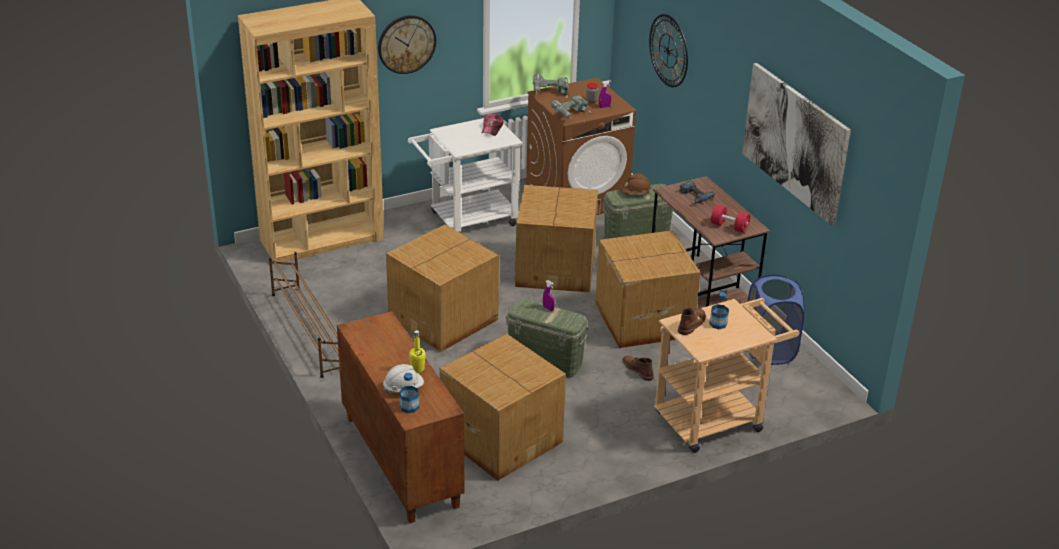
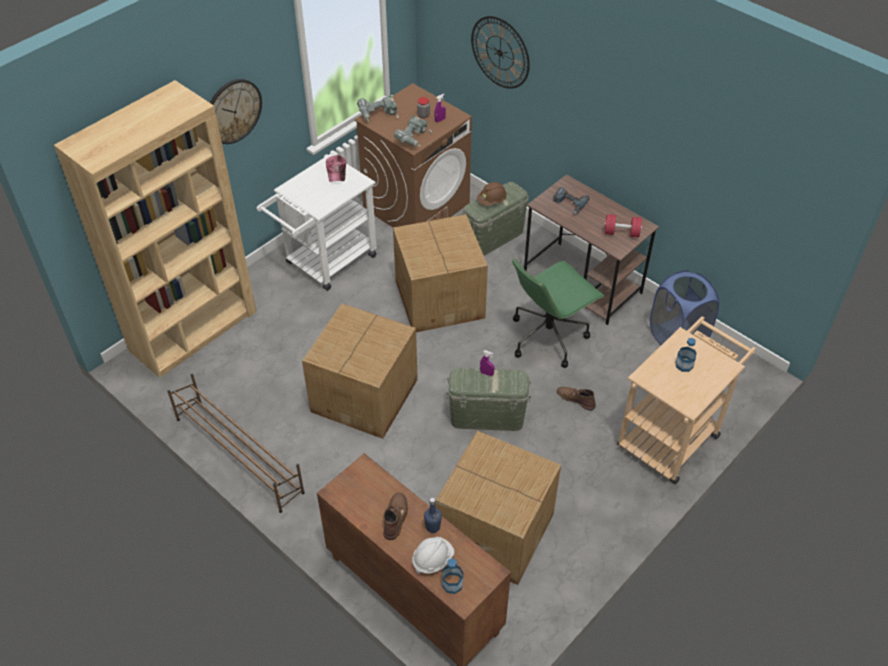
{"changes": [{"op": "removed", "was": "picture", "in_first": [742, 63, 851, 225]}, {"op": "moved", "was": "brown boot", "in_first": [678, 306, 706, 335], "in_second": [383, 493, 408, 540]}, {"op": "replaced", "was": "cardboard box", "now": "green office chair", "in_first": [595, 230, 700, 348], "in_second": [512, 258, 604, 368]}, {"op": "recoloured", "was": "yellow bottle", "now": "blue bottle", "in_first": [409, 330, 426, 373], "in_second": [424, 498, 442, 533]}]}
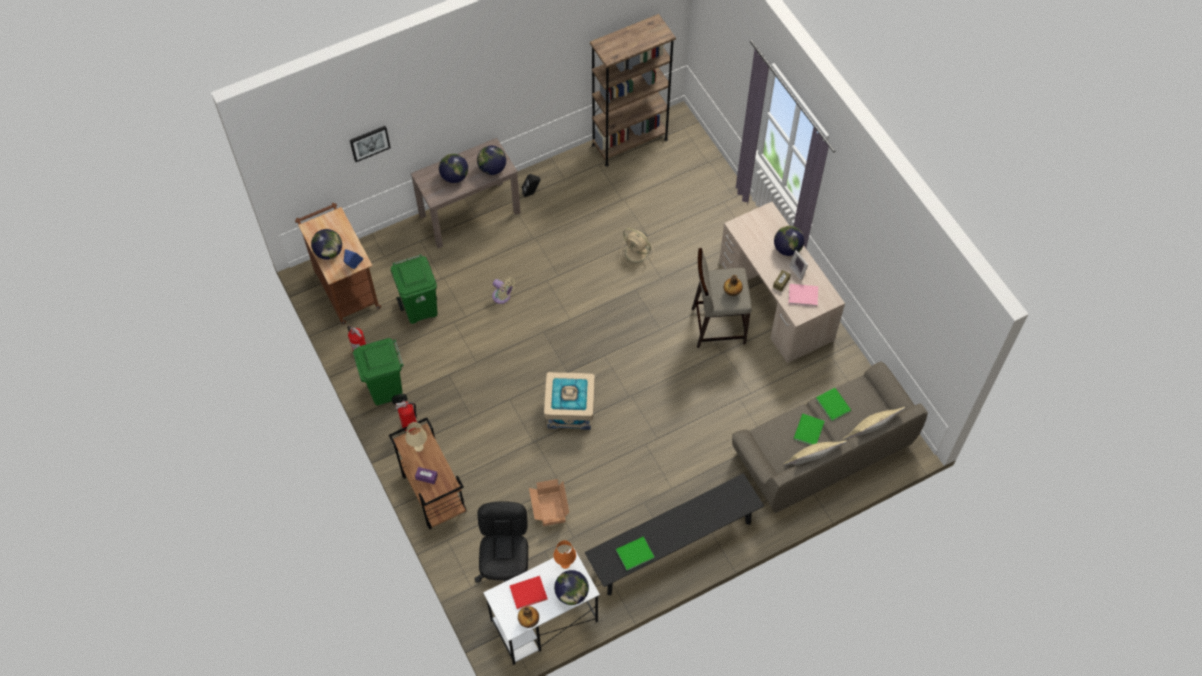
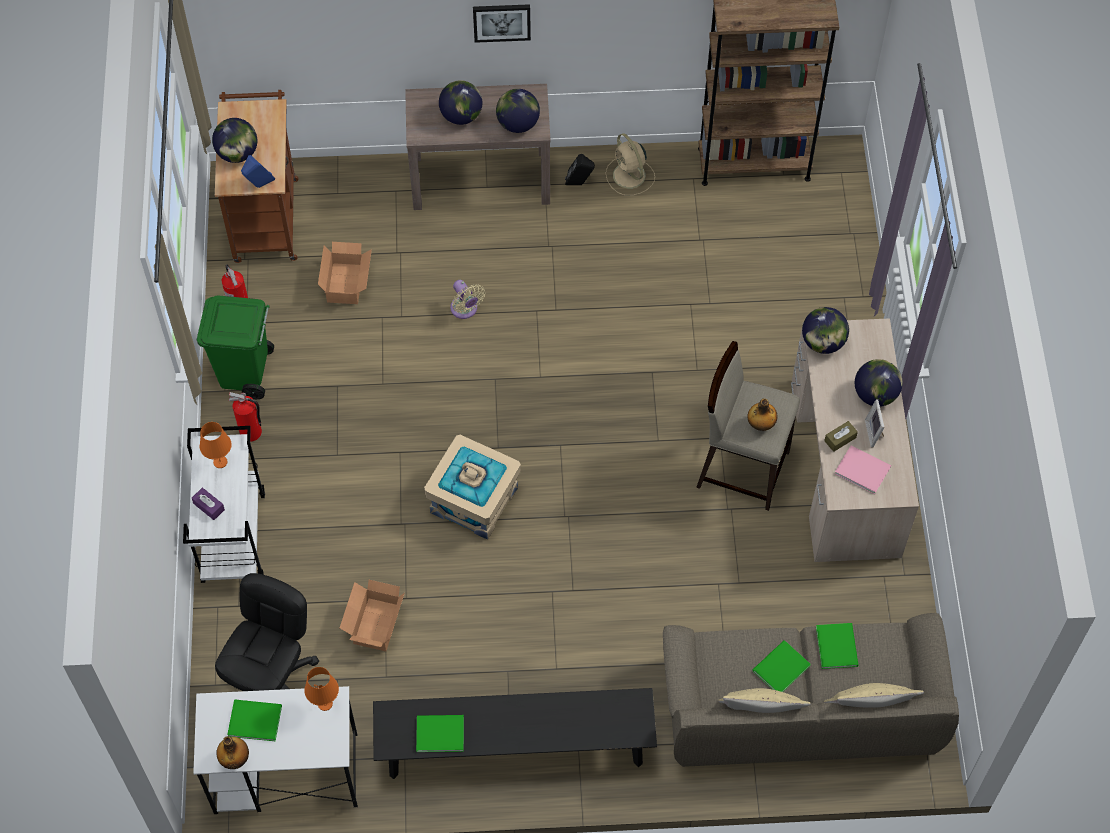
{"changes": [{"op": "moved", "was": "picture", "in_first": [350, 126, 391, 162], "in_second": [473, 4, 531, 43]}, {"op": "moved", "was": "globe", "in_first": [554, 570, 589, 605], "in_second": [802, 307, 849, 354]}, {"op": "moved", "was": "beige fan", "in_first": [620, 228, 654, 267], "in_second": [605, 133, 655, 196]}, {"op": "replaced", "was": "green trash can", "now": "cardboard box", "in_first": [391, 254, 438, 324], "in_second": [318, 242, 372, 304]}, {"op": "recoloured", "was": "brown cart", "now": "white cart", "in_first": [389, 417, 467, 529], "in_second": [183, 426, 265, 583]}, {"op": "recoloured", "was": "beige table lamp", "now": "orange table lamp", "in_first": [406, 422, 427, 452], "in_second": [200, 422, 232, 468]}, {"op": "recoloured", "was": "red book", "now": "green book", "in_first": [510, 576, 548, 609], "in_second": [227, 699, 282, 742]}]}
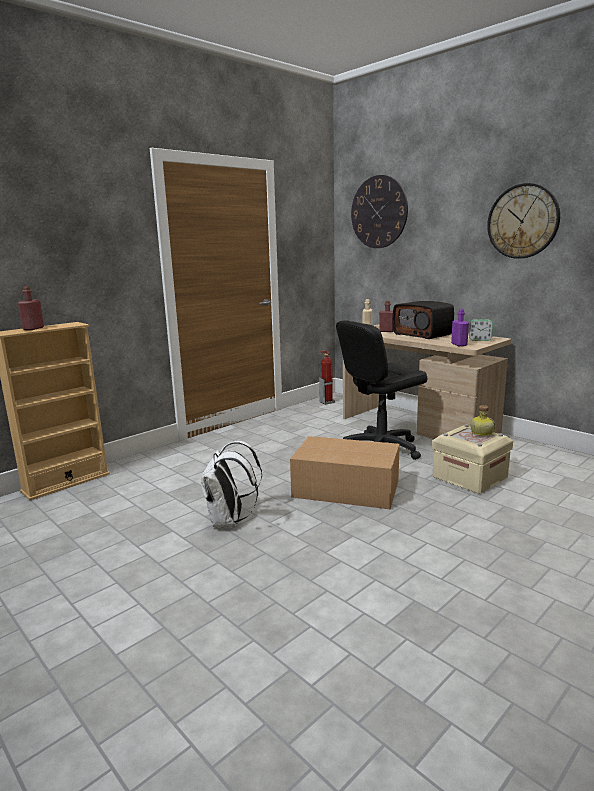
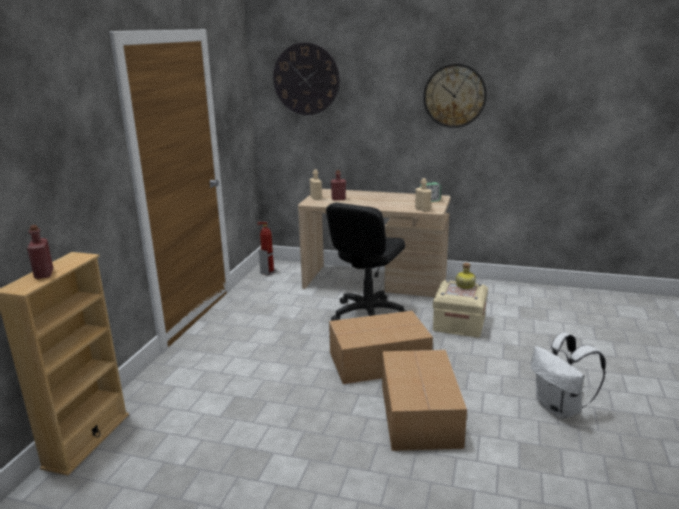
{"changes": [{"op": "removed", "was": "radio", "in_first": [393, 301, 454, 339]}, {"op": "added", "now": "cardboard box", "in_second": [382, 350, 467, 451]}, {"op": "moved", "was": "white backpack", "in_first": [201, 441, 262, 527], "in_second": [531, 332, 606, 419]}, {"op": "recoloured", "was": "purple bottle", "now": "beige bottle", "in_first": [451, 309, 469, 346], "in_second": [415, 178, 432, 212]}]}
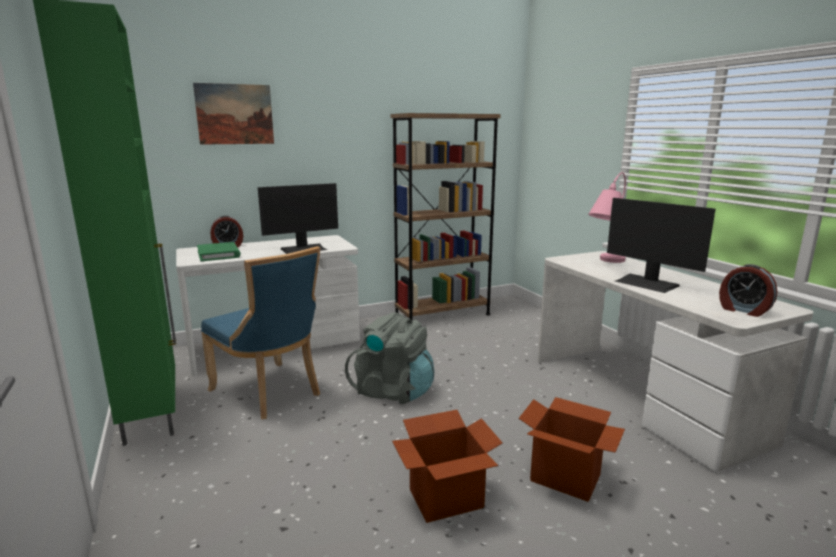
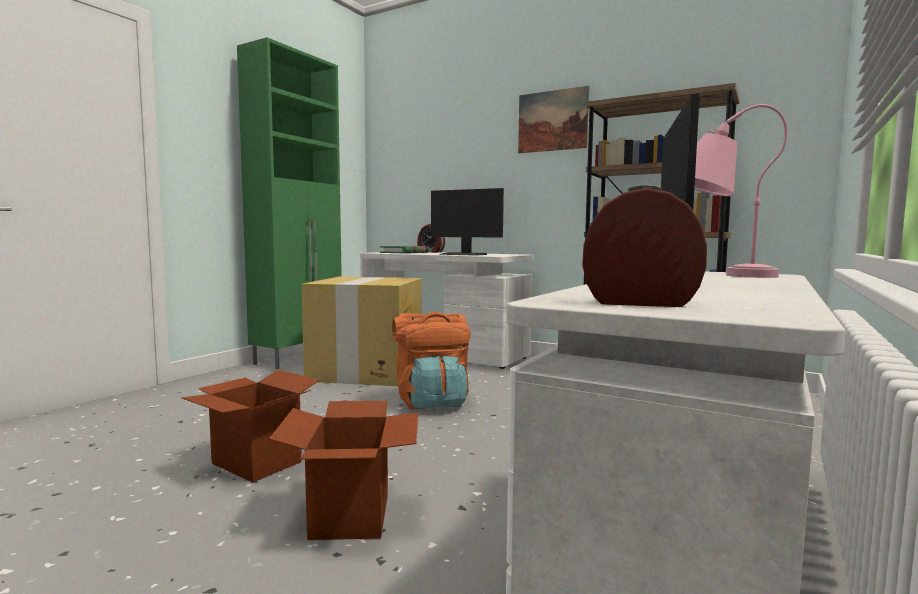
{"changes": [{"op": "moved", "was": "picture", "in_first": [193, 83, 274, 145], "in_second": [518, 86, 589, 153]}, {"op": "replaced", "was": "blue chair", "now": "cardboard box", "in_first": [201, 246, 320, 419], "in_second": [302, 277, 422, 386]}, {"op": "recoloured", "was": "grey backpack", "now": "orange backpack", "in_first": [345, 313, 434, 404], "in_second": [392, 312, 471, 410]}, {"op": "turned", "was": "alarm clock", "in_first": [719, 264, 778, 317], "in_second": [582, 185, 707, 307], "clockwise": 90}]}
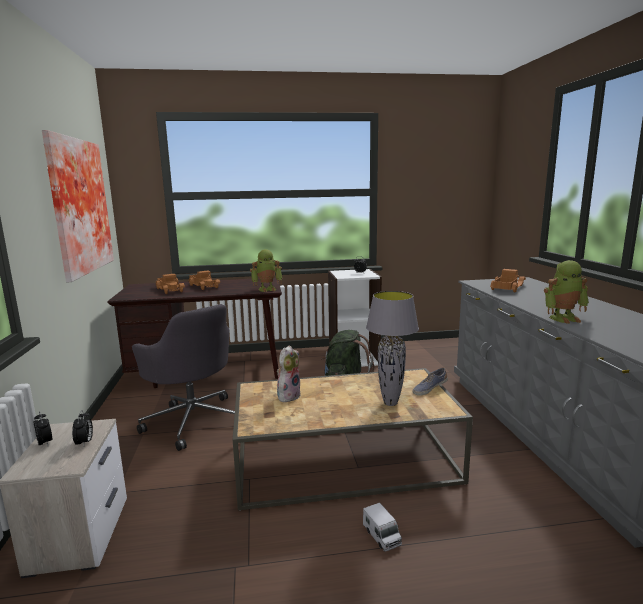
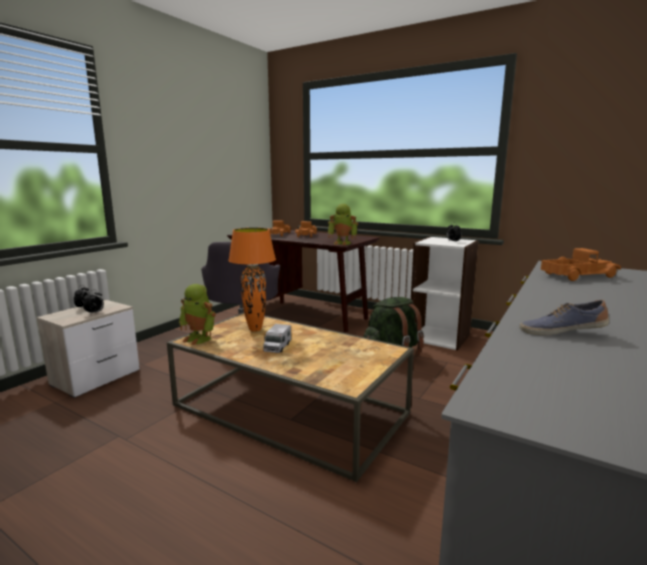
{"changes": [{"op": "removed", "was": "picture", "in_first": [42, 130, 114, 282]}, {"op": "removed", "was": "grey table lamp", "in_first": [366, 291, 419, 406]}, {"op": "moved", "was": "toy truck", "in_first": [363, 503, 402, 552], "in_second": [263, 324, 291, 353]}, {"op": "moved", "was": "shoe", "in_first": [412, 367, 448, 396], "in_second": [519, 300, 609, 335]}, {"op": "moved", "was": "toy robot", "in_first": [544, 260, 589, 324], "in_second": [179, 284, 216, 345]}, {"op": "replaced", "was": "plush toy", "now": "orange table lamp", "in_first": [277, 345, 301, 402], "in_second": [228, 228, 276, 332]}]}
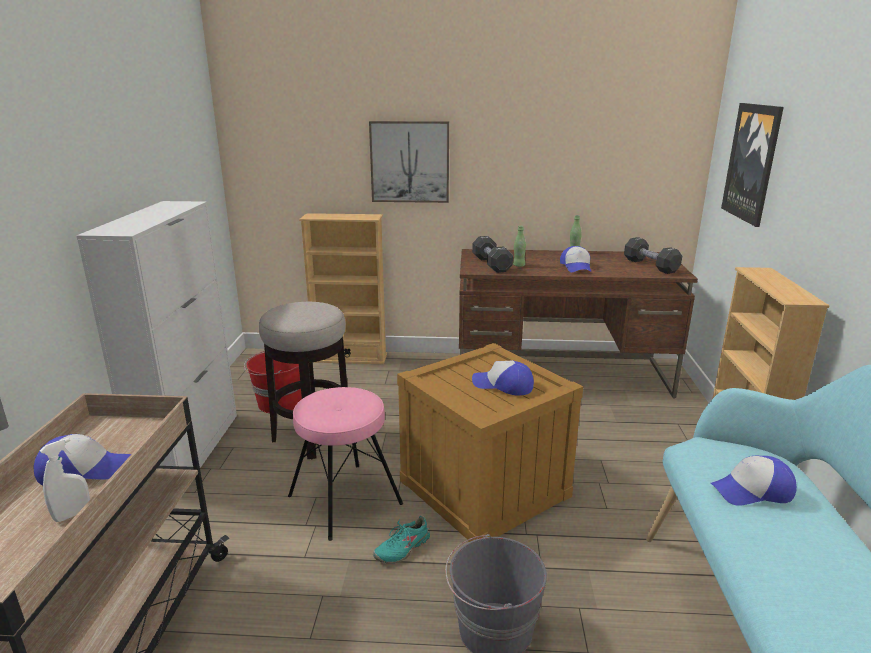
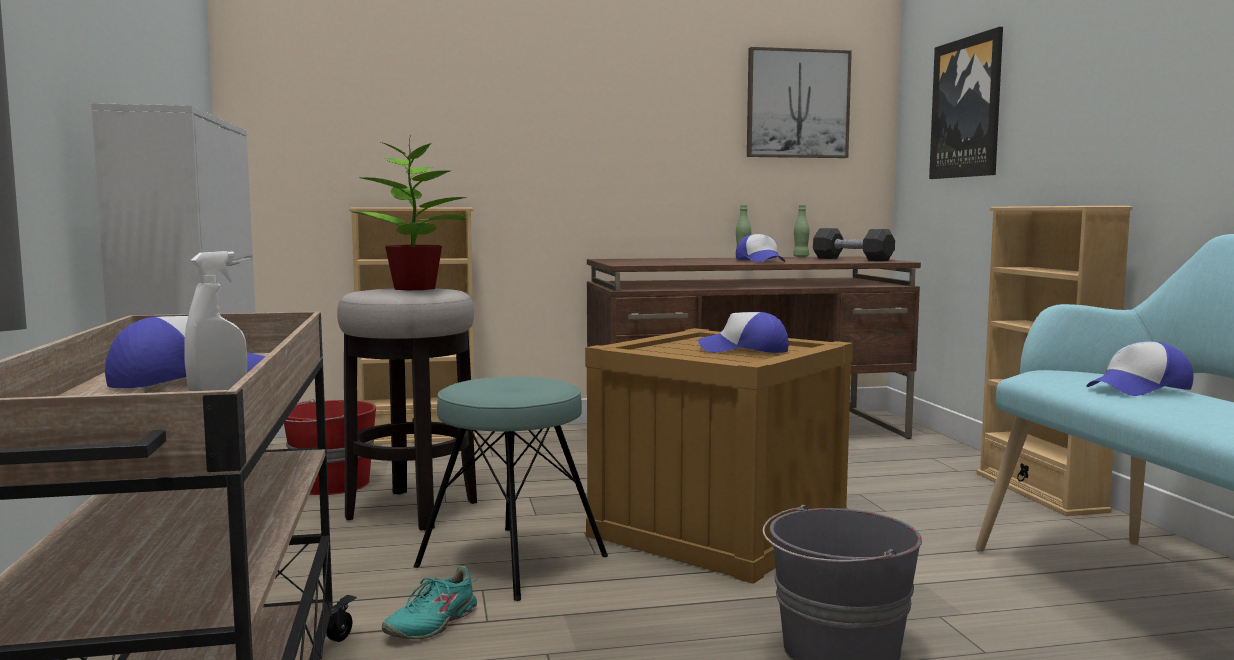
{"changes": [{"op": "removed", "was": "black dumbbell", "in_first": [472, 236, 513, 273]}, {"op": "added", "now": "potted plant", "in_second": [353, 138, 467, 290]}, {"op": "moved", "was": "picture", "in_first": [369, 121, 449, 203], "in_second": [747, 47, 852, 158]}, {"op": "moved", "was": "turquoise shoe", "in_first": [373, 516, 430, 563], "in_second": [382, 566, 477, 639]}, {"op": "moved", "was": "green bottle", "in_first": [513, 226, 526, 267], "in_second": [793, 205, 809, 257]}, {"op": "recoloured", "was": "pink stool", "now": "turquoise stool", "in_first": [288, 387, 403, 541], "in_second": [413, 376, 608, 601]}]}
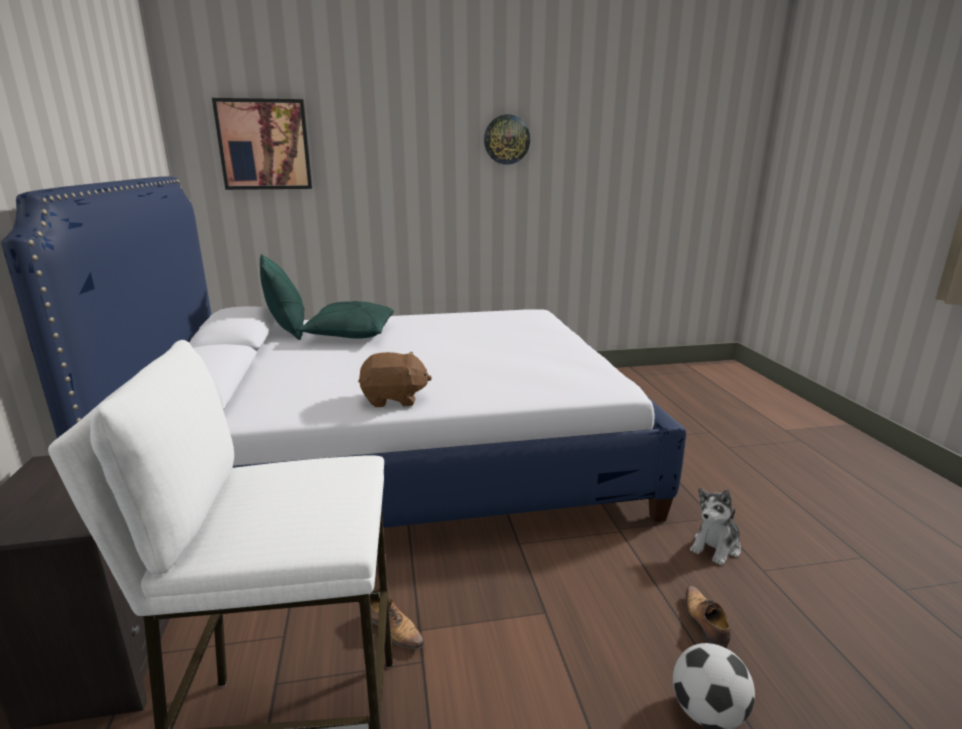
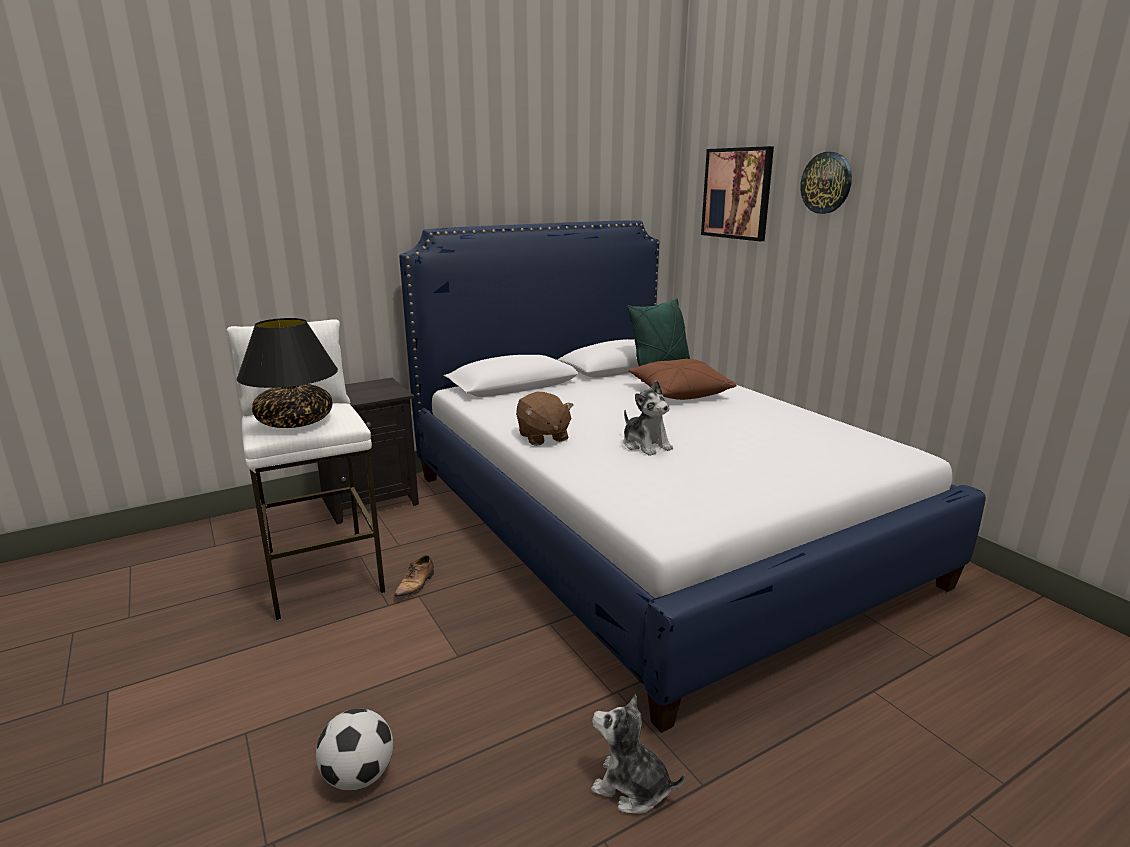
{"changes": [{"op": "removed", "was": "shoe", "in_first": [686, 586, 731, 648]}, {"op": "added", "now": "black table lamp", "in_second": [236, 318, 338, 428]}, {"op": "added", "now": "plush toy", "in_second": [624, 380, 673, 456]}, {"op": "moved", "was": "wall clock", "in_first": [484, 114, 530, 165], "in_second": [800, 152, 852, 214]}, {"op": "recoloured", "was": "green pillow", "now": "brown pillow", "in_first": [298, 301, 394, 339], "in_second": [628, 358, 737, 400]}]}
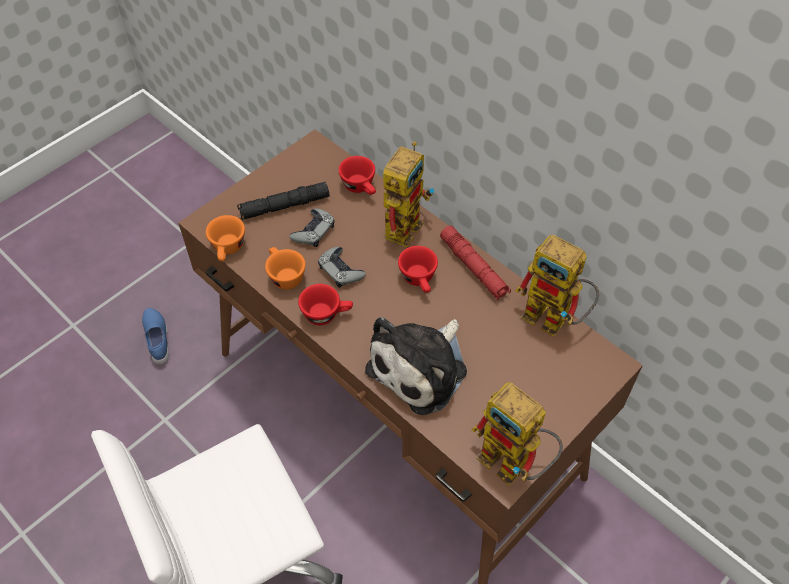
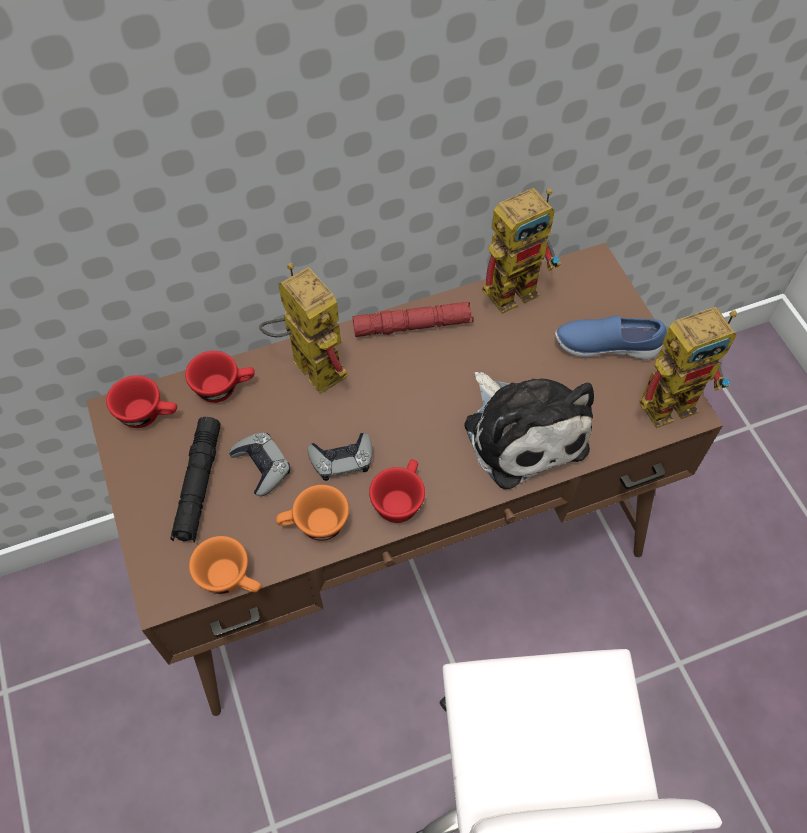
{"changes": [{"op": "moved", "was": "blue shoe", "in_first": [142, 308, 169, 364], "in_second": [555, 315, 667, 360]}, {"op": "moved", "was": "red cup", "in_first": [398, 246, 438, 293], "in_second": [106, 375, 177, 428]}]}
